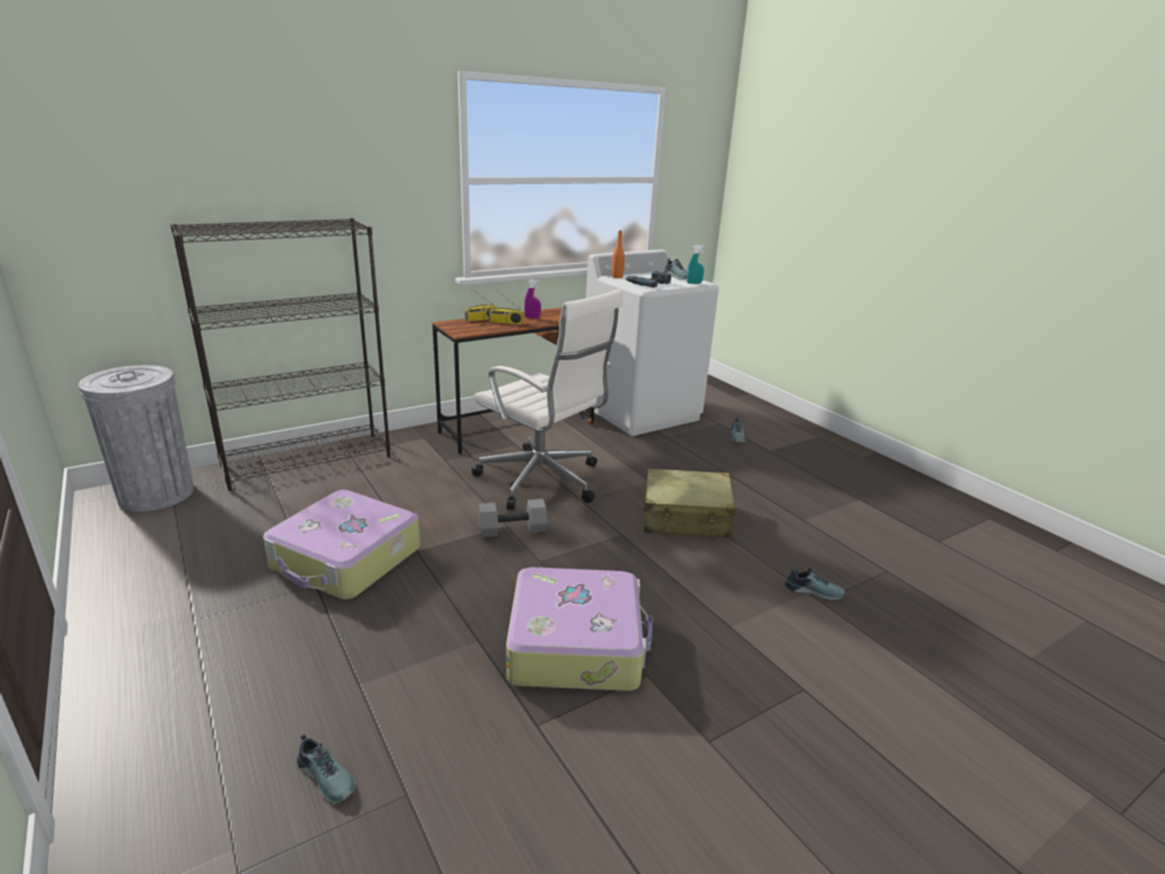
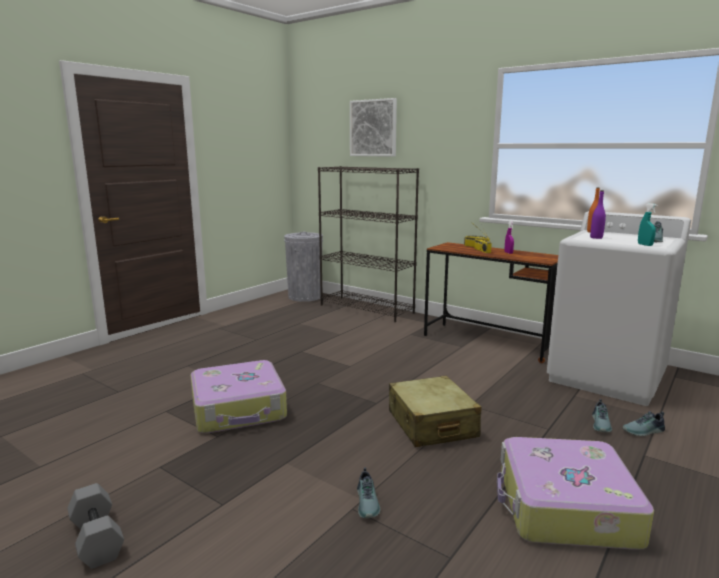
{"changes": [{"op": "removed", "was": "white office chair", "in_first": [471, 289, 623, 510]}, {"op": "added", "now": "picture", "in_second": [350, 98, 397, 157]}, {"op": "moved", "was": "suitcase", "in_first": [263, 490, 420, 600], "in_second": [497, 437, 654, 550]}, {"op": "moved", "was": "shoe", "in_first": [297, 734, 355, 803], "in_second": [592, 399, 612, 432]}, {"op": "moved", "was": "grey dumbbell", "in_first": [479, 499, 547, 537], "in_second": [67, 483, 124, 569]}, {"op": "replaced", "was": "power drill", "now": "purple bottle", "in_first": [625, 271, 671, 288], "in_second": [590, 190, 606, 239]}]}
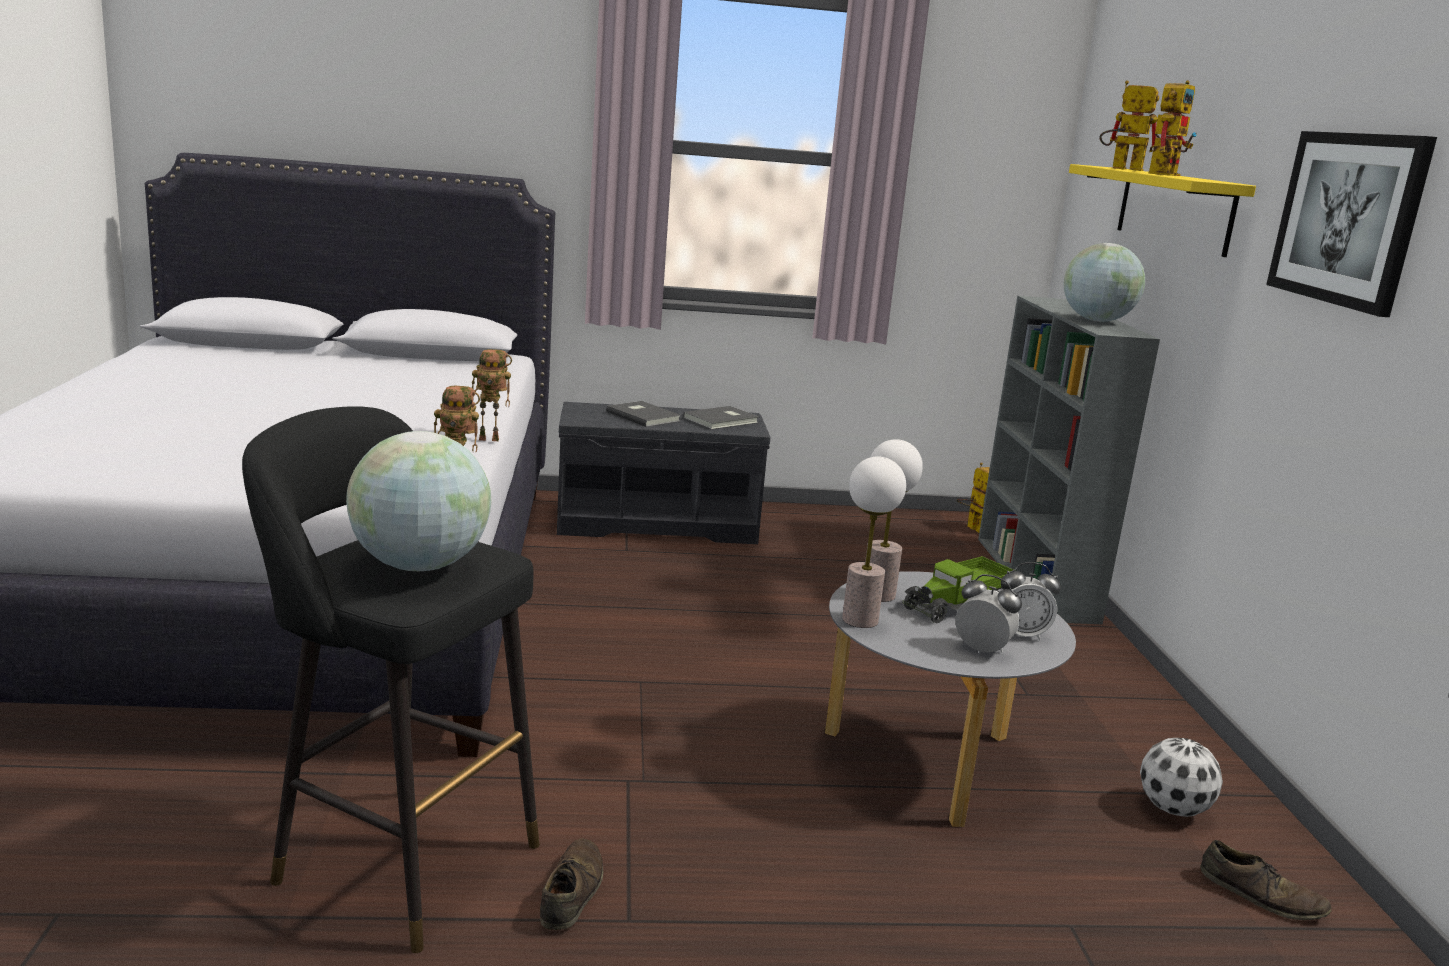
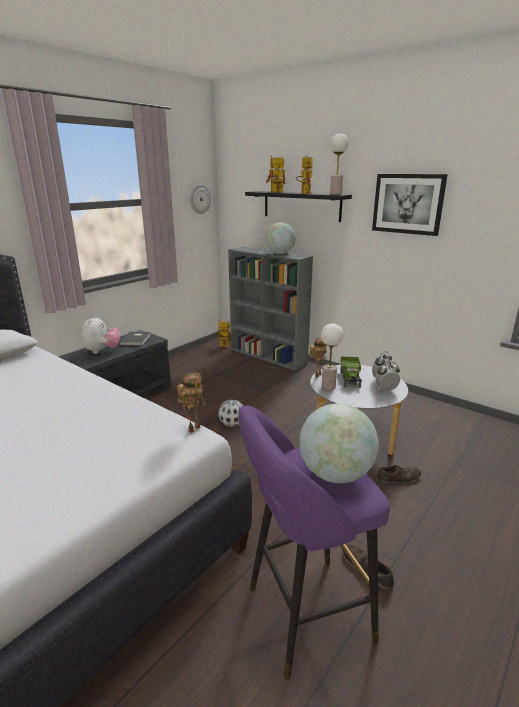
{"changes": [{"op": "added", "now": "wall clock", "in_second": [190, 184, 211, 214]}, {"op": "moved", "was": "toy robot", "in_first": [472, 349, 512, 441], "in_second": [309, 337, 327, 377]}, {"op": "moved", "was": "table lamp", "in_first": [842, 456, 906, 628], "in_second": [330, 134, 348, 195]}, {"op": "moved", "was": "football", "in_first": [1140, 738, 1223, 817], "in_second": [218, 400, 243, 427]}, {"op": "moved", "was": "brown shoe", "in_first": [1200, 840, 1332, 920], "in_second": [378, 465, 421, 483]}, {"op": "replaced", "was": "grey book", "now": "plush toy", "in_first": [606, 401, 681, 427], "in_second": [82, 315, 120, 354]}, {"op": "recoloured", "was": "black stool", "now": "purple stool", "in_first": [242, 406, 540, 953], "in_second": [238, 405, 390, 679]}, {"op": "recoloured", "was": "yellow shelf", "now": "black shelf", "in_first": [1069, 164, 1256, 257], "in_second": [245, 191, 352, 222]}]}
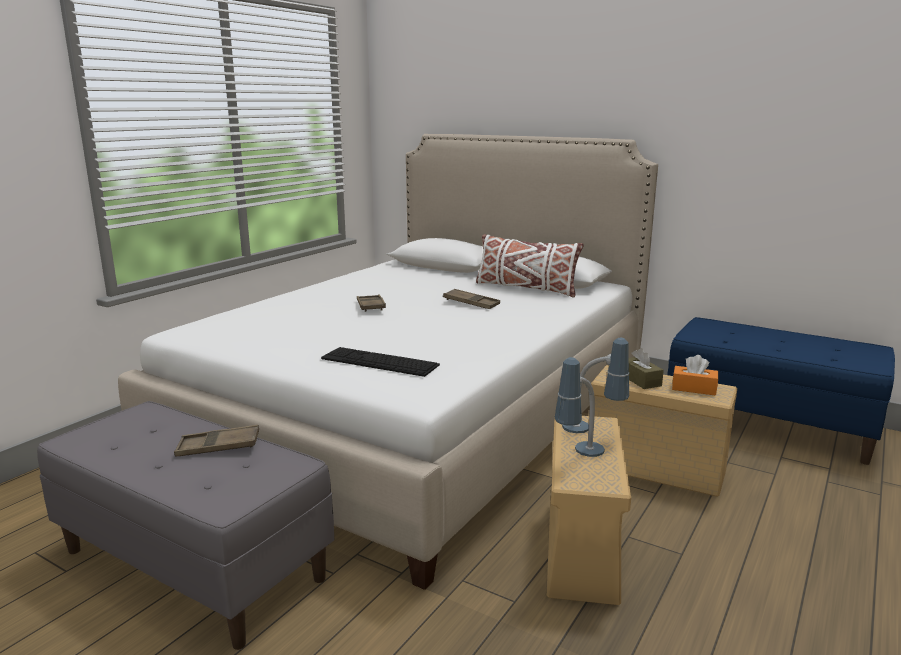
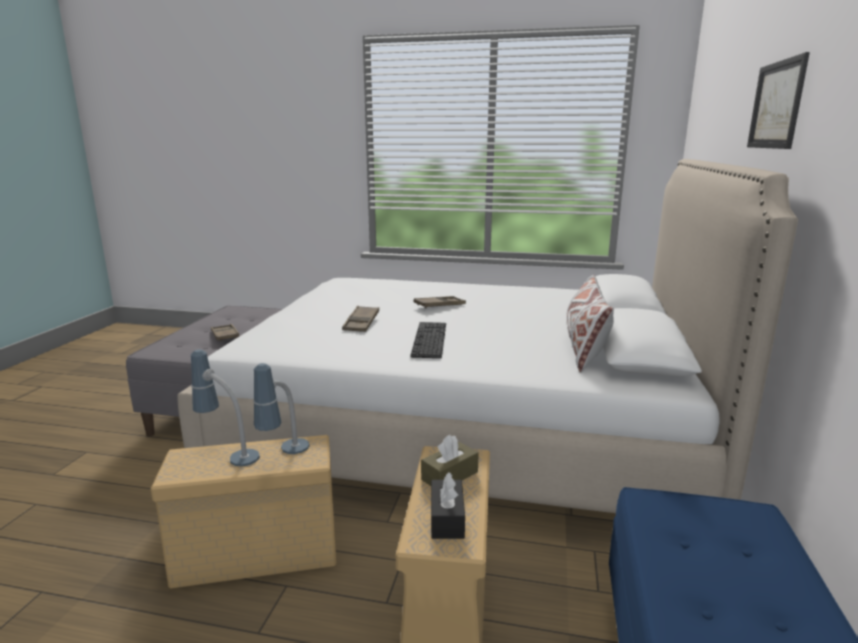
{"changes": [{"op": "added", "now": "picture", "in_second": [747, 52, 810, 149]}, {"op": "moved", "was": "keyboard", "in_first": [321, 347, 440, 377], "in_second": [410, 322, 446, 358]}, {"op": "moved", "was": "brown tray", "in_first": [443, 289, 500, 309], "in_second": [342, 306, 379, 332]}, {"op": "recoloured", "was": "orange tissue box", "now": "black tissue box", "in_first": [672, 355, 718, 396], "in_second": [431, 472, 465, 539]}]}
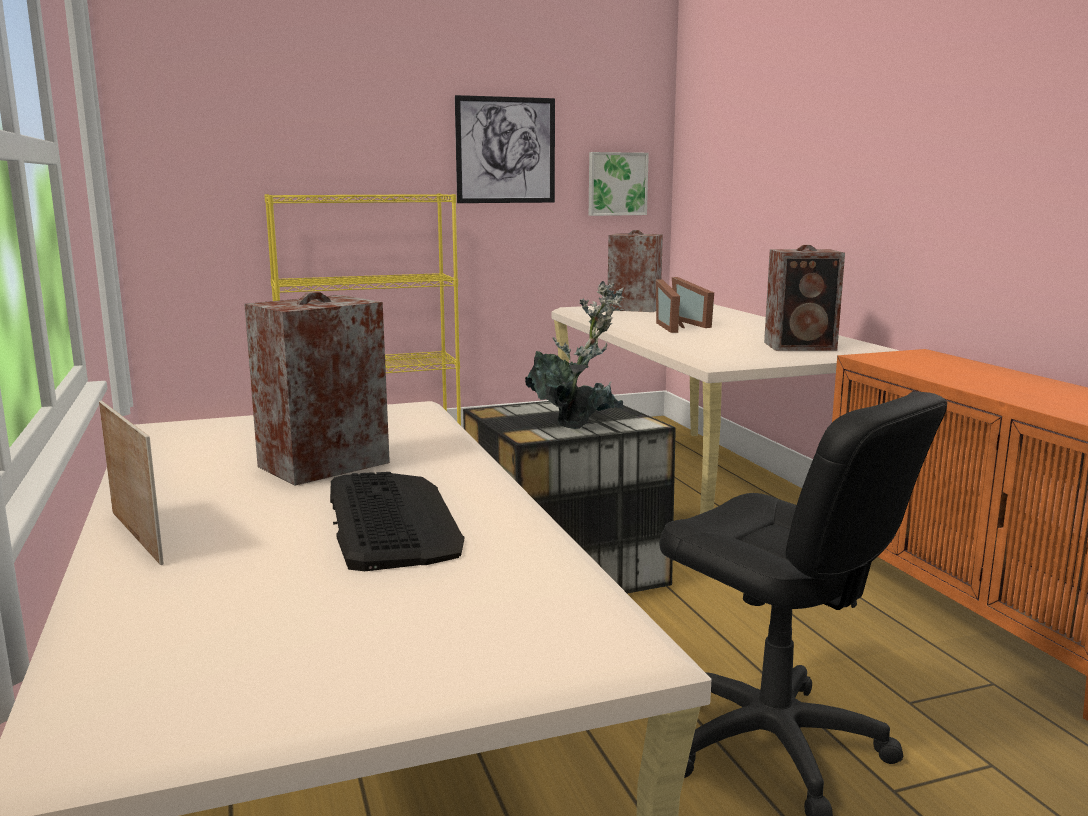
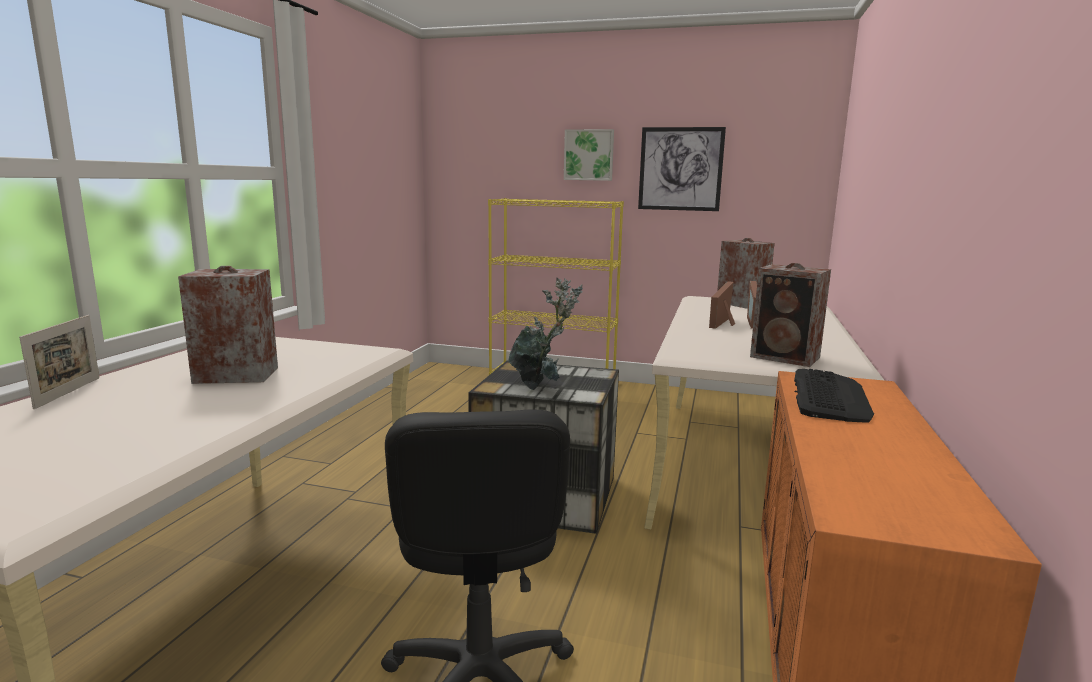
{"changes": [{"op": "moved", "was": "keyboard", "in_first": [330, 472, 464, 571], "in_second": [794, 369, 874, 423]}, {"op": "moved", "was": "picture", "in_first": [589, 152, 649, 216], "in_second": [564, 129, 614, 181]}]}
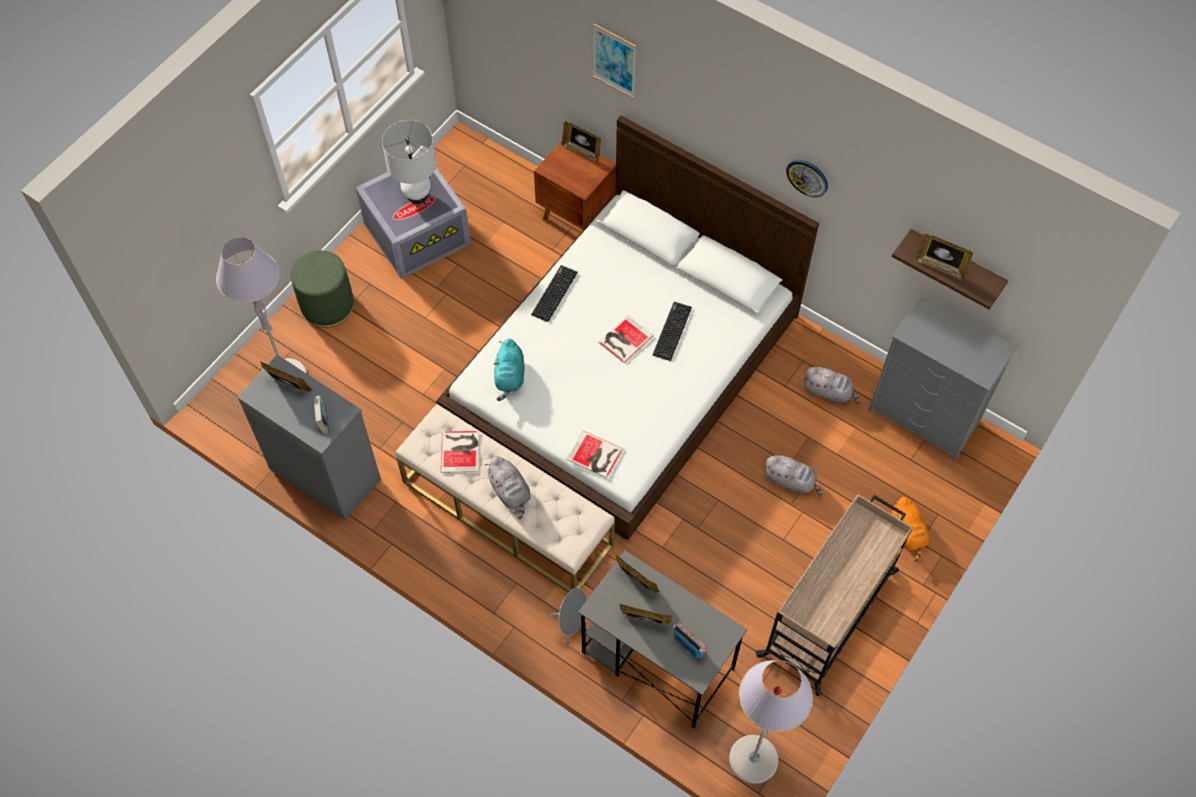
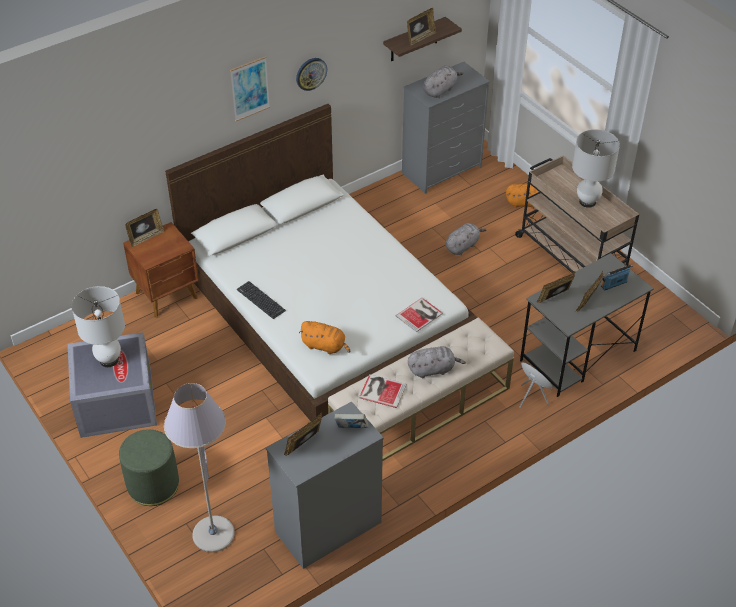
{"changes": [{"op": "removed", "was": "book", "in_first": [599, 315, 653, 363]}, {"op": "removed", "was": "keyboard", "in_first": [652, 302, 692, 361]}, {"op": "removed", "was": "grey floor lamp", "in_first": [729, 660, 813, 784]}, {"op": "added", "now": "white table lamp", "in_second": [572, 129, 620, 208]}, {"op": "moved", "was": "picture", "in_first": [593, 24, 636, 99], "in_second": [230, 56, 270, 121]}, {"op": "moved", "was": "grey plush toy", "in_first": [803, 367, 861, 405], "in_second": [423, 66, 464, 98]}, {"op": "recoloured", "was": "turquoise plush toy", "now": "orange plush toy", "in_first": [494, 338, 525, 401], "in_second": [299, 321, 350, 354]}]}
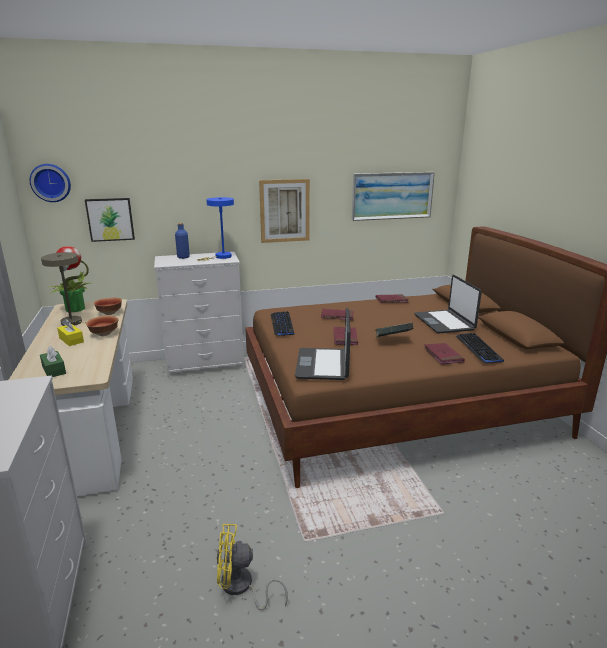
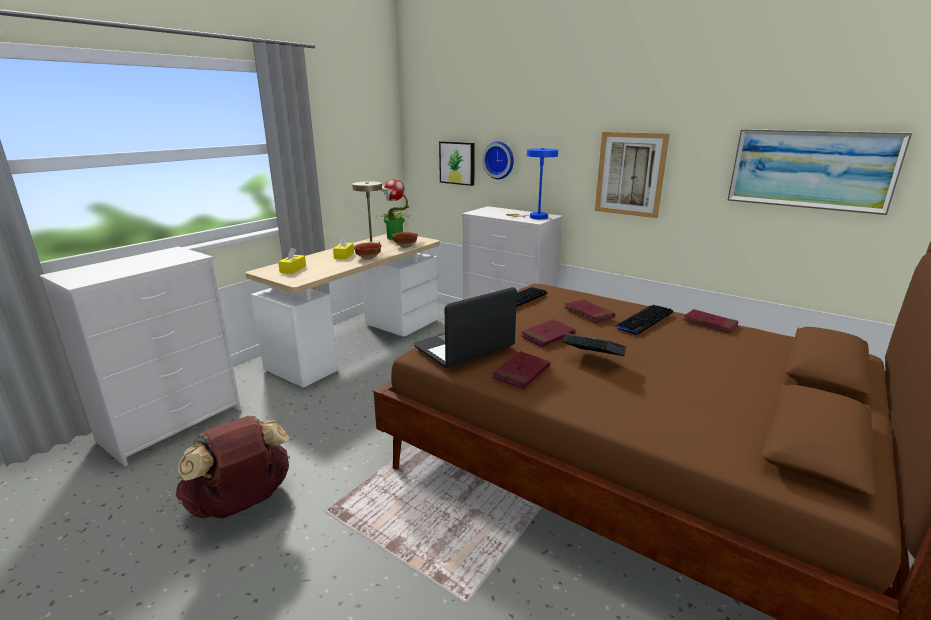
{"changes": [{"op": "removed", "was": "blue bottle", "in_first": [175, 223, 190, 259]}, {"op": "removed", "was": "laptop", "in_first": [414, 275, 482, 334]}, {"op": "moved", "was": "wall clock", "in_first": [30, 164, 71, 202], "in_second": [482, 141, 514, 179]}, {"op": "moved", "was": "red book", "in_first": [424, 343, 465, 364], "in_second": [492, 351, 551, 389]}, {"op": "moved", "was": "keyboard", "in_first": [456, 333, 504, 363], "in_second": [614, 305, 673, 335]}, {"op": "replaced", "was": "yellow fan", "now": "brown backpack", "in_first": [217, 524, 288, 610], "in_second": [176, 416, 290, 519]}, {"op": "recoloured", "was": "green tissue box", "now": "yellow tissue box", "in_first": [40, 346, 66, 377], "in_second": [278, 248, 306, 274]}]}
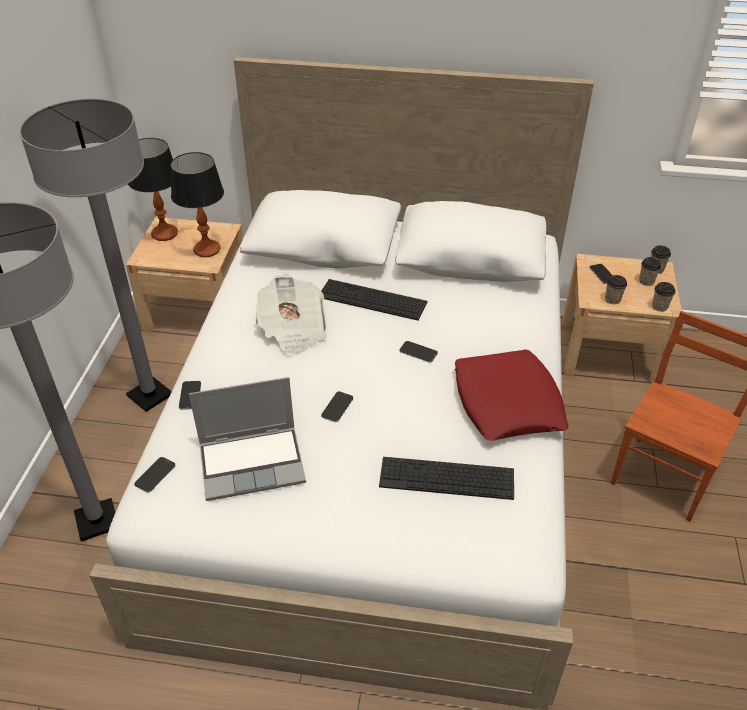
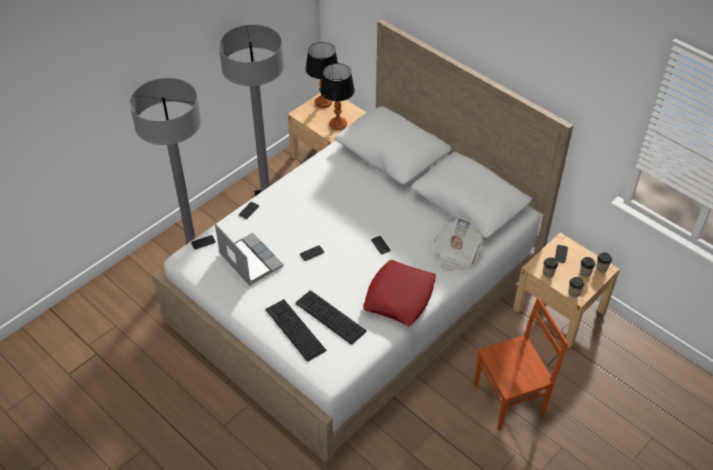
{"changes": [{"op": "moved", "was": "newspaper", "in_first": [255, 274, 327, 357], "in_second": [434, 218, 483, 271]}, {"op": "moved", "was": "keyboard", "in_first": [321, 279, 428, 321], "in_second": [265, 299, 326, 362]}, {"op": "turned", "was": "laptop", "in_first": [189, 377, 306, 501], "in_second": [215, 224, 284, 286], "clockwise": -150}]}
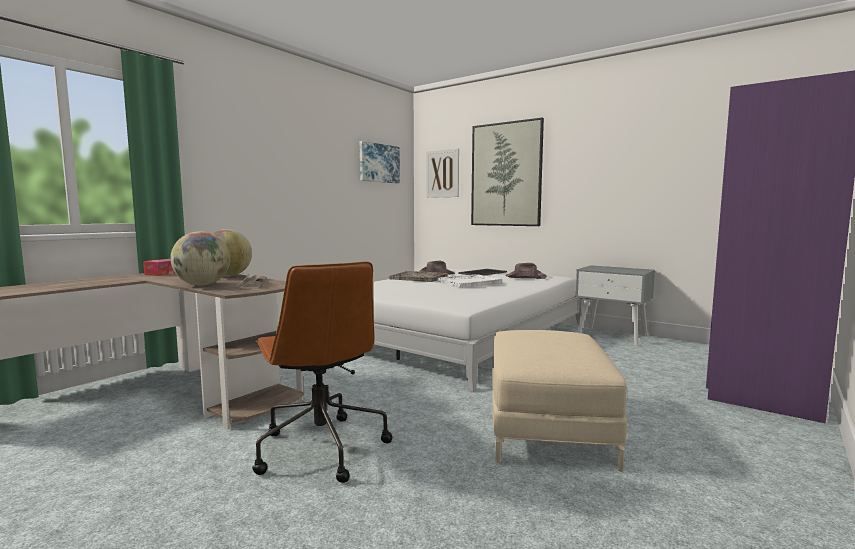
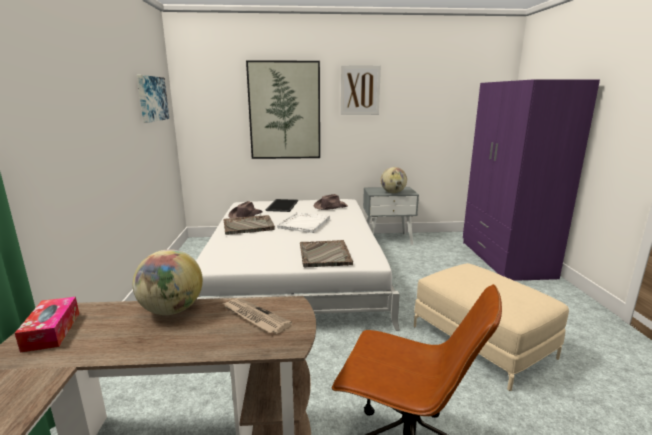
{"changes": [{"op": "added", "now": "grey tray", "in_second": [300, 240, 353, 267]}, {"op": "moved", "was": "globe", "in_first": [170, 232, 230, 286], "in_second": [380, 167, 407, 193]}, {"op": "moved", "was": "picture", "in_first": [426, 148, 459, 198], "in_second": [340, 65, 381, 115]}]}
